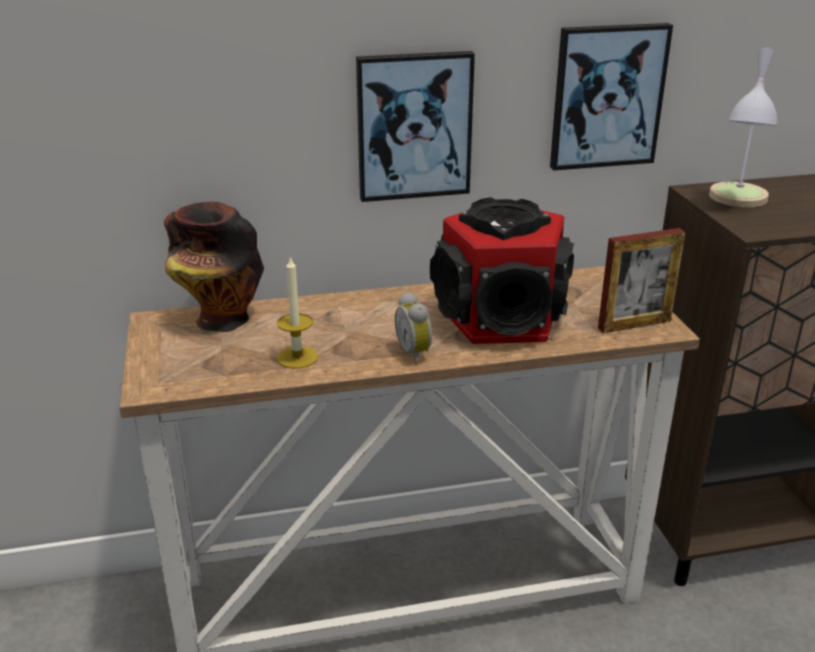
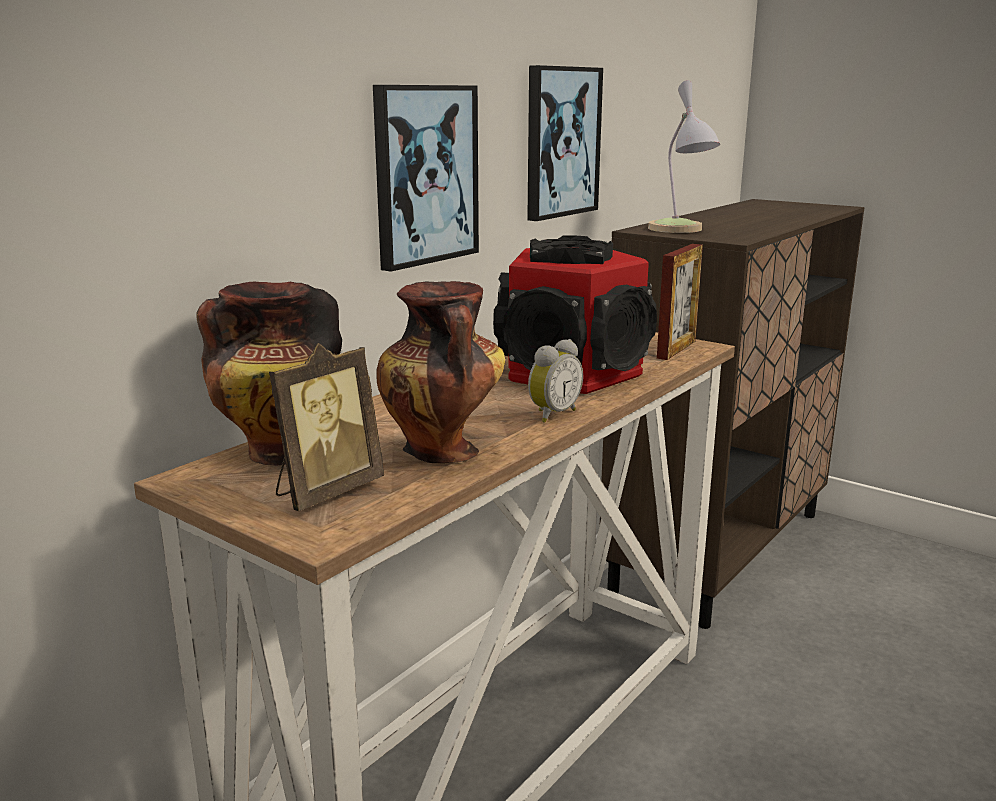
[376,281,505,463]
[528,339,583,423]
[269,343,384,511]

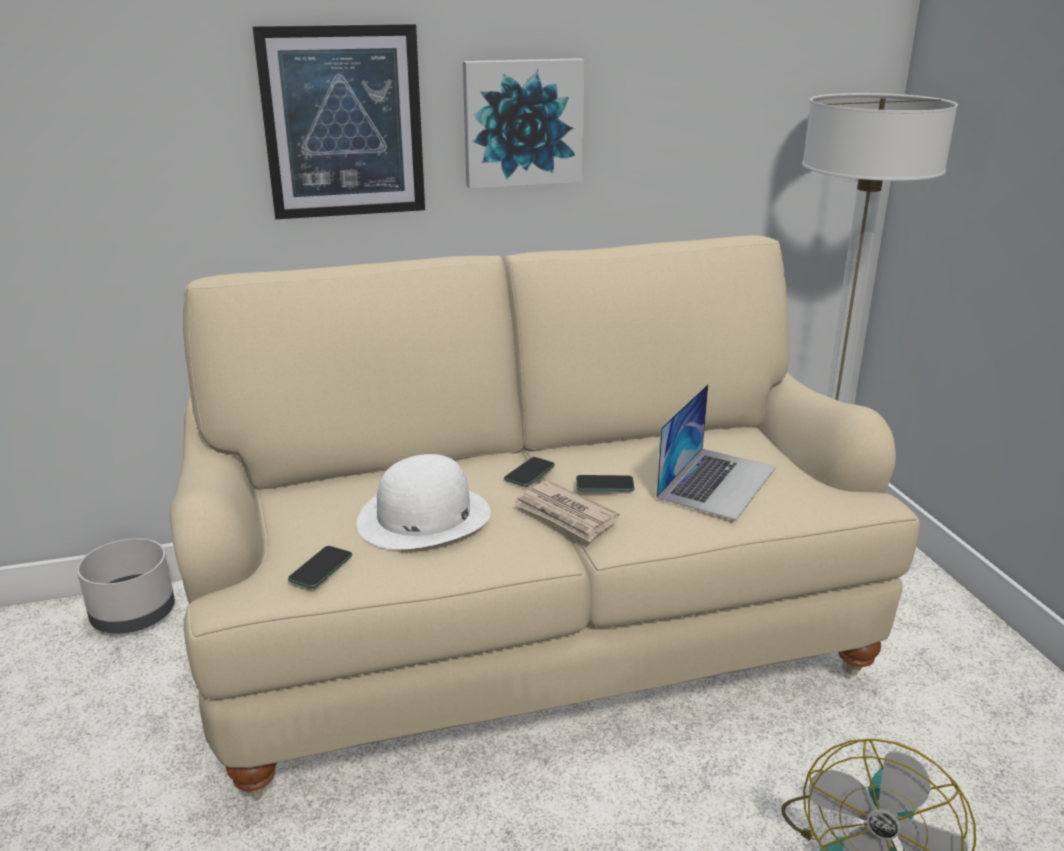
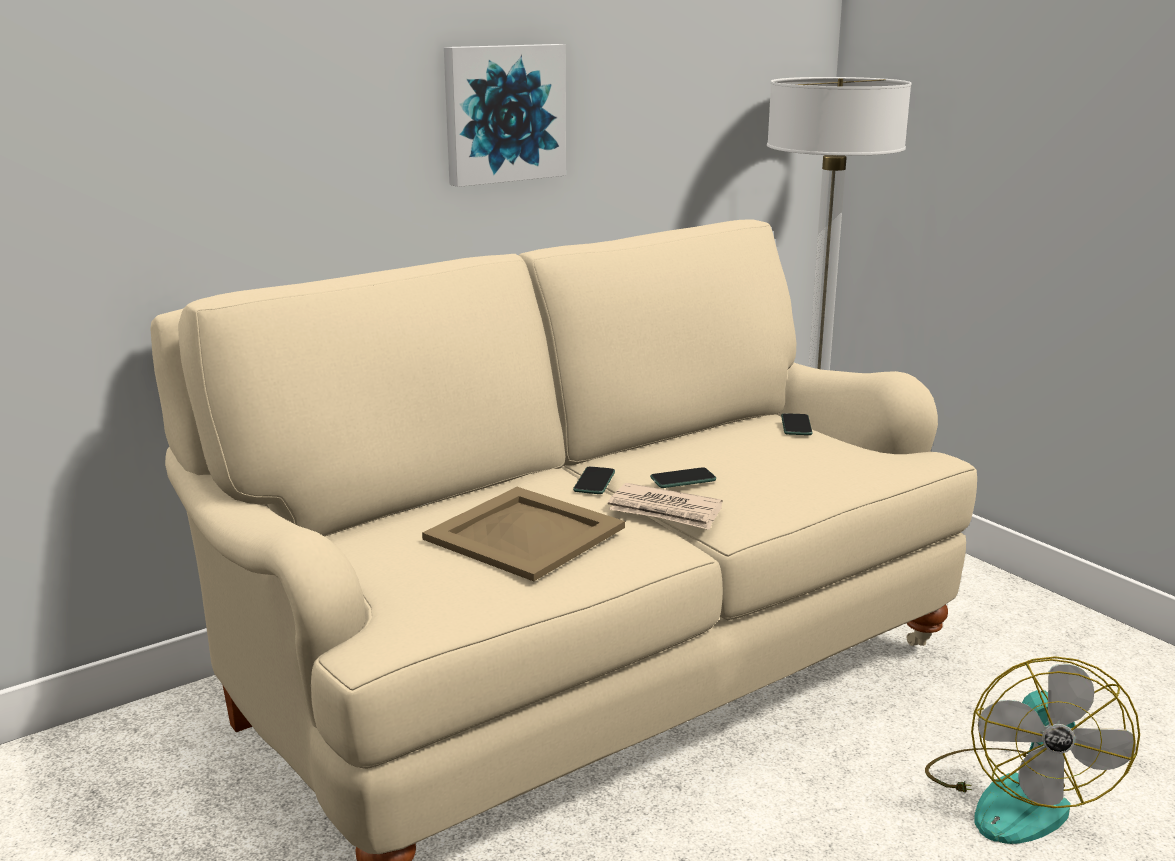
[252,24,425,219] (first image)
[656,384,776,520] (first image)
[422,487,625,581]
[77,538,175,634] (first image)
[781,413,812,435]

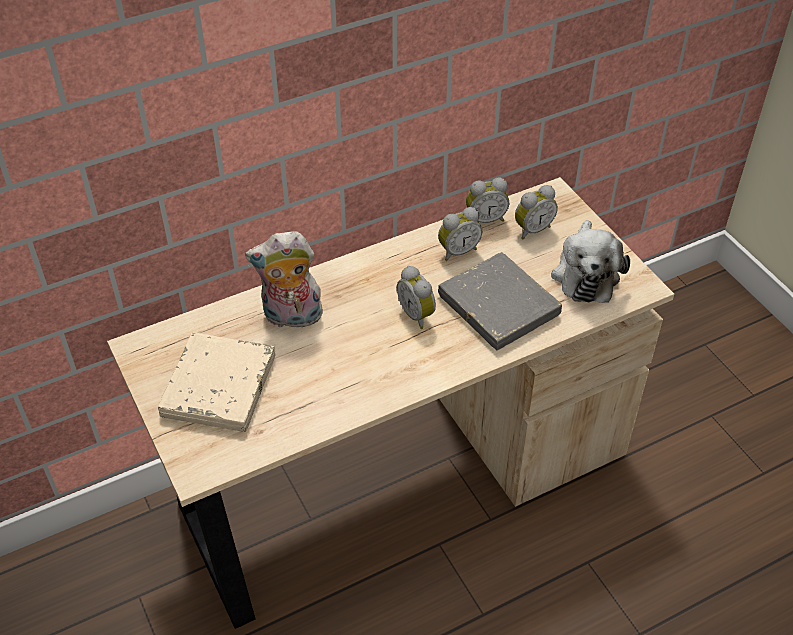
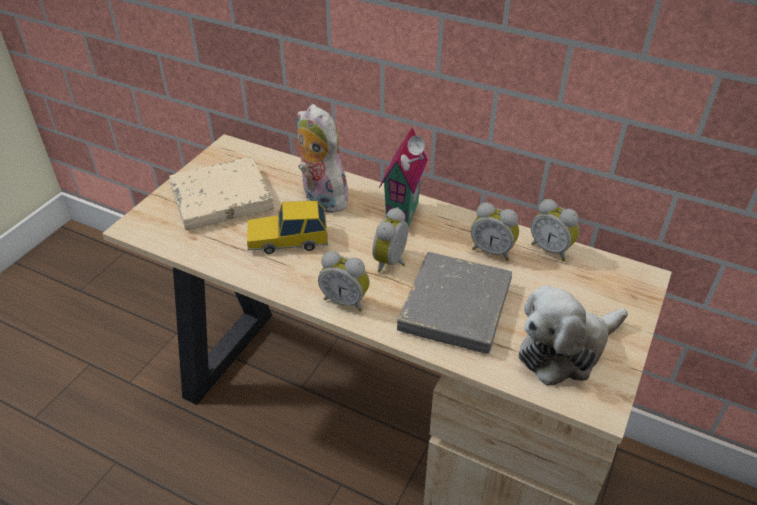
[318,251,370,311]
[379,127,428,227]
[247,201,328,254]

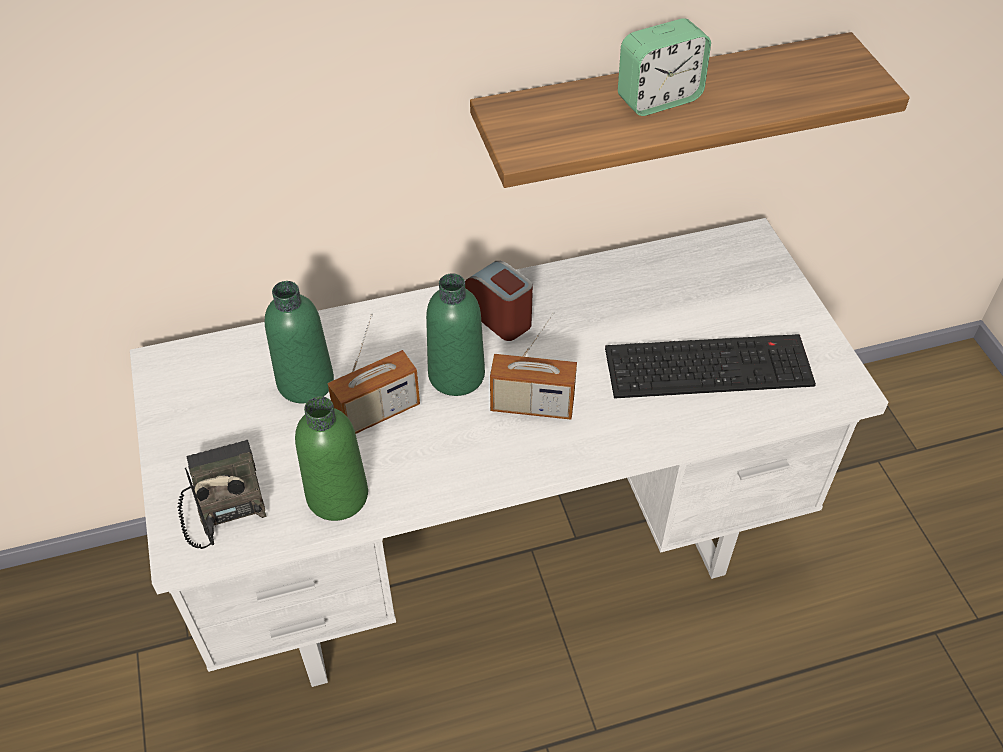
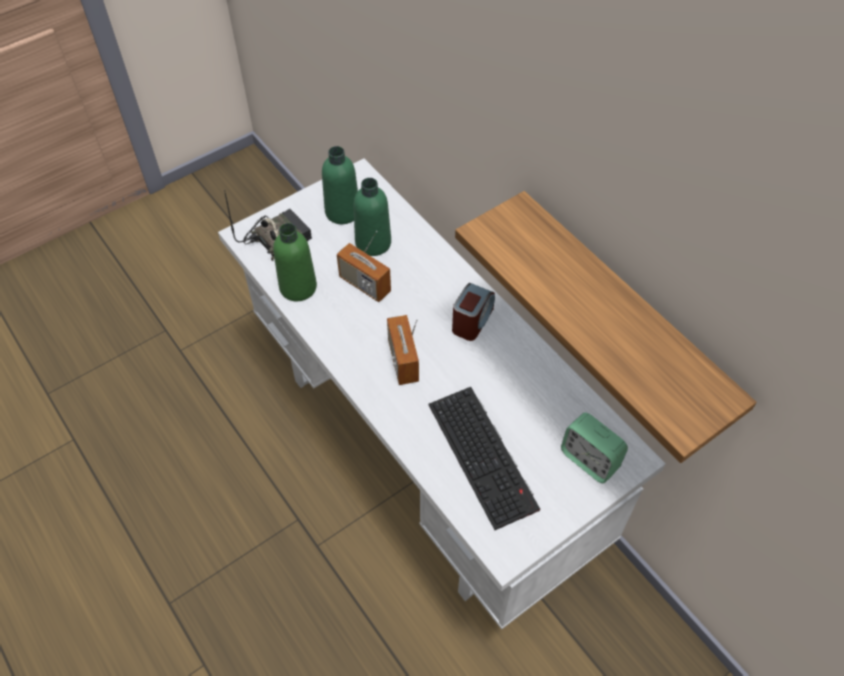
[561,413,628,483]
[322,146,358,224]

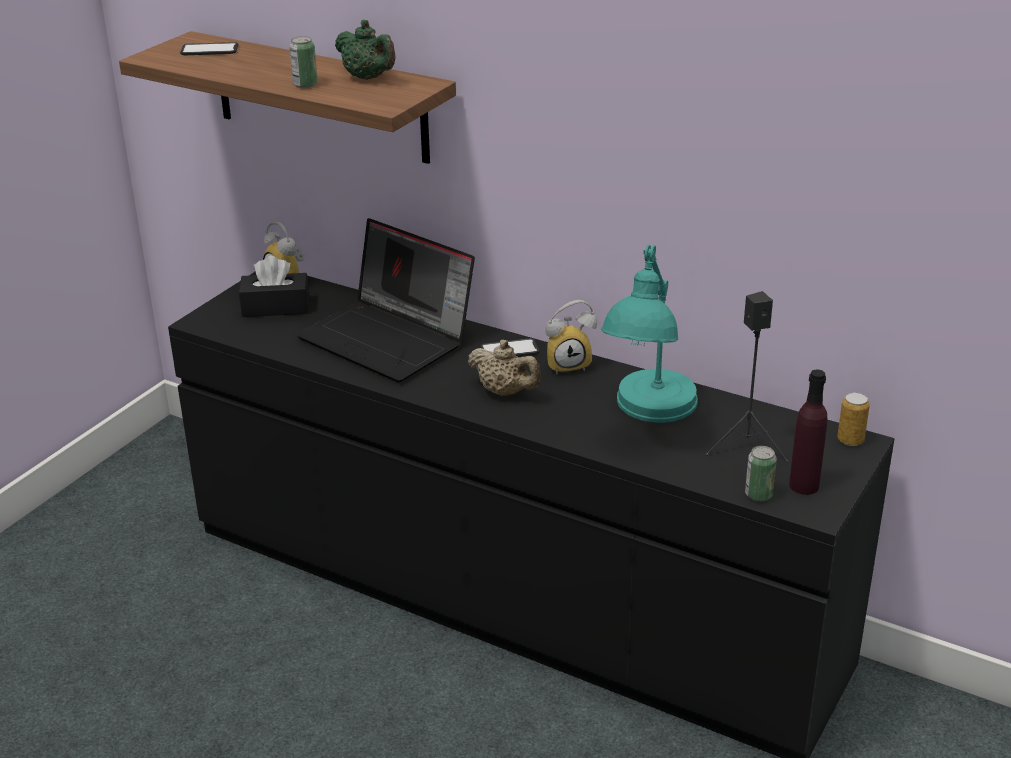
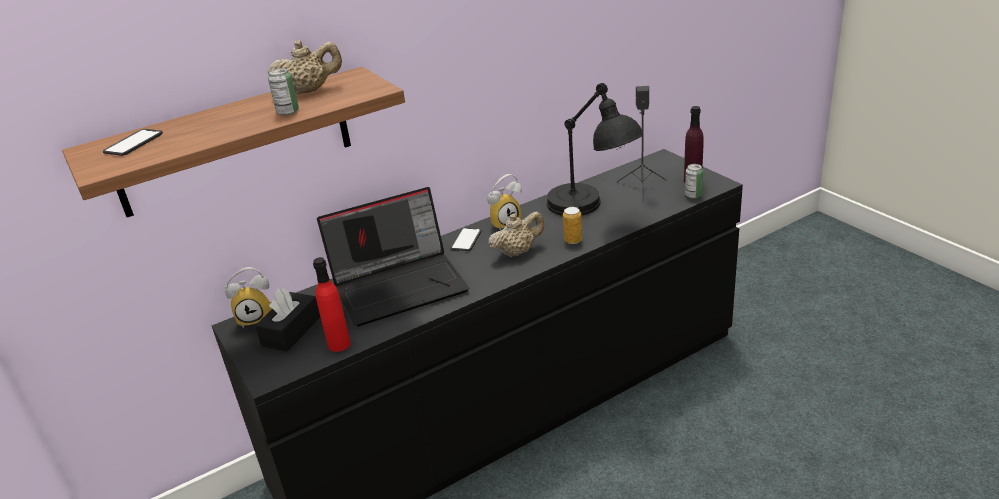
[267,40,342,94]
[547,83,644,216]
[487,174,522,231]
[563,207,582,244]
[313,257,351,352]

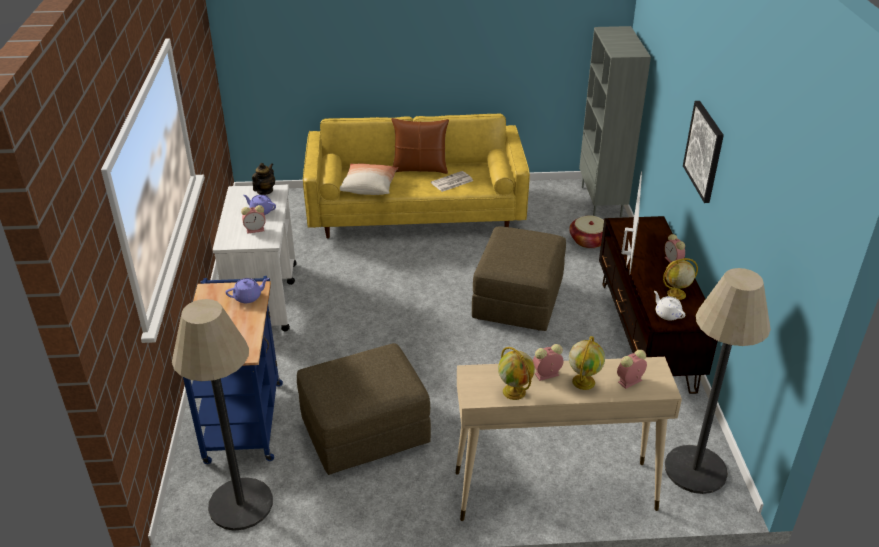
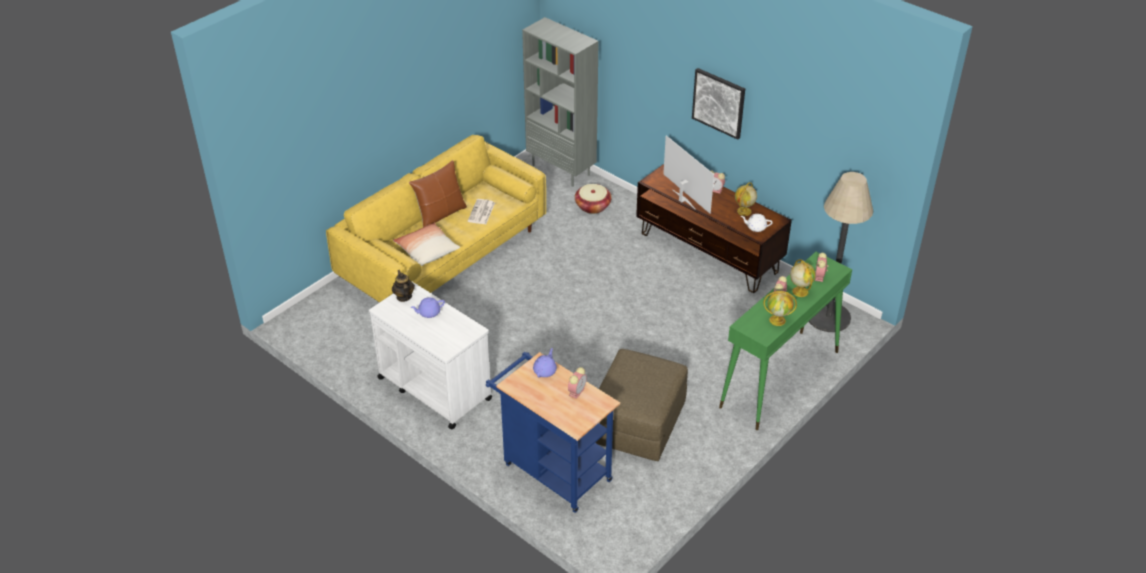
[568,367,587,399]
[472,226,566,331] (first image)
[172,299,273,531] (first image)
[719,252,852,430]

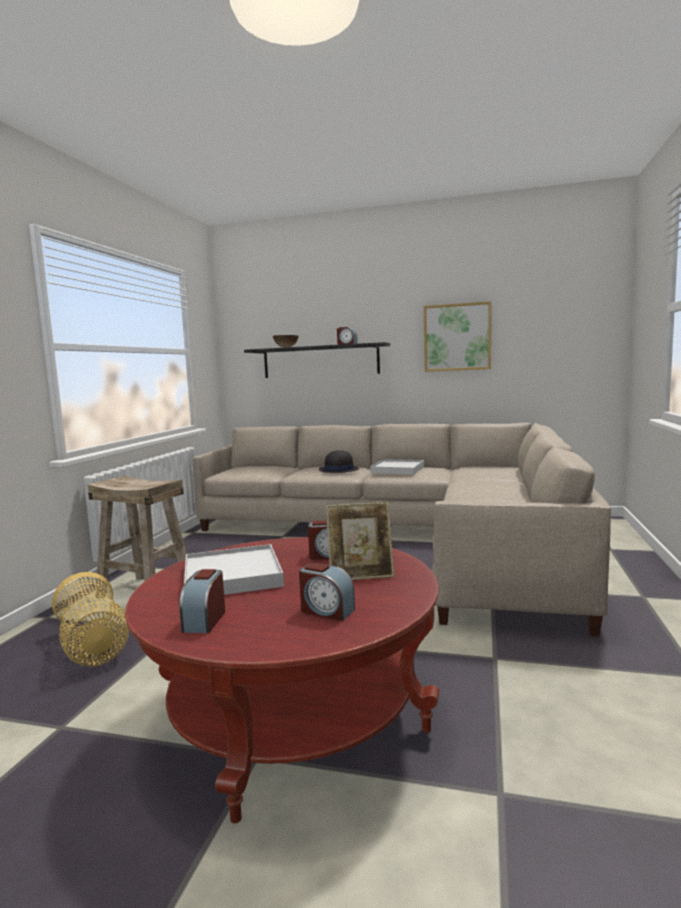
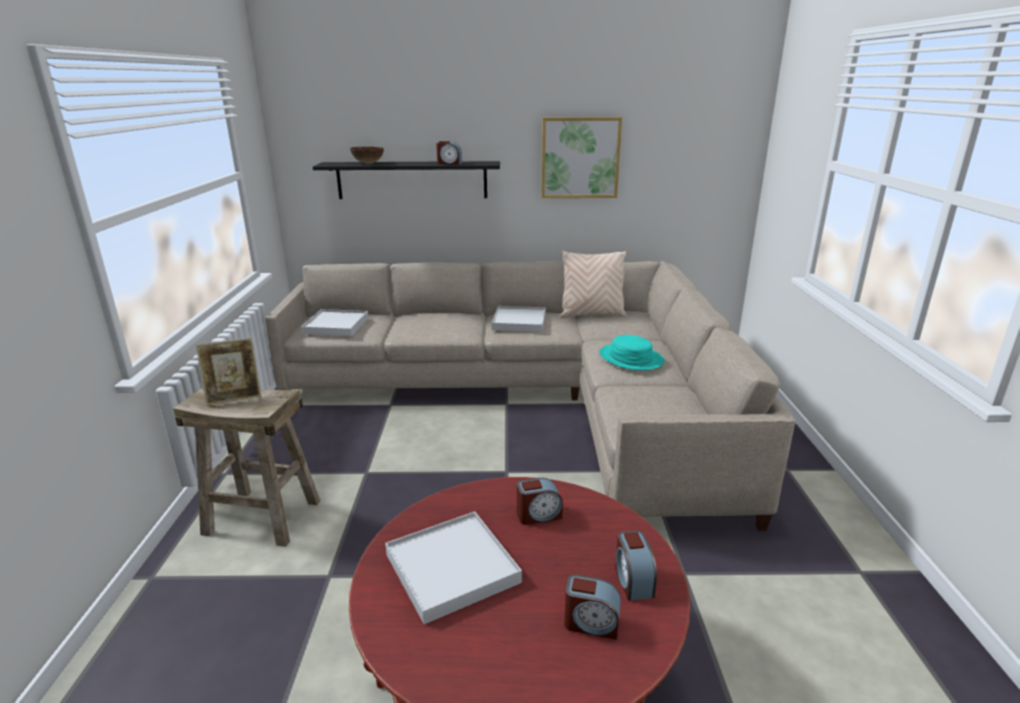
[319,450,359,473] (first image)
[196,338,261,406]
[615,531,657,601]
[52,572,129,667] (first image)
[560,251,627,318]
[301,309,369,336]
[599,335,665,370]

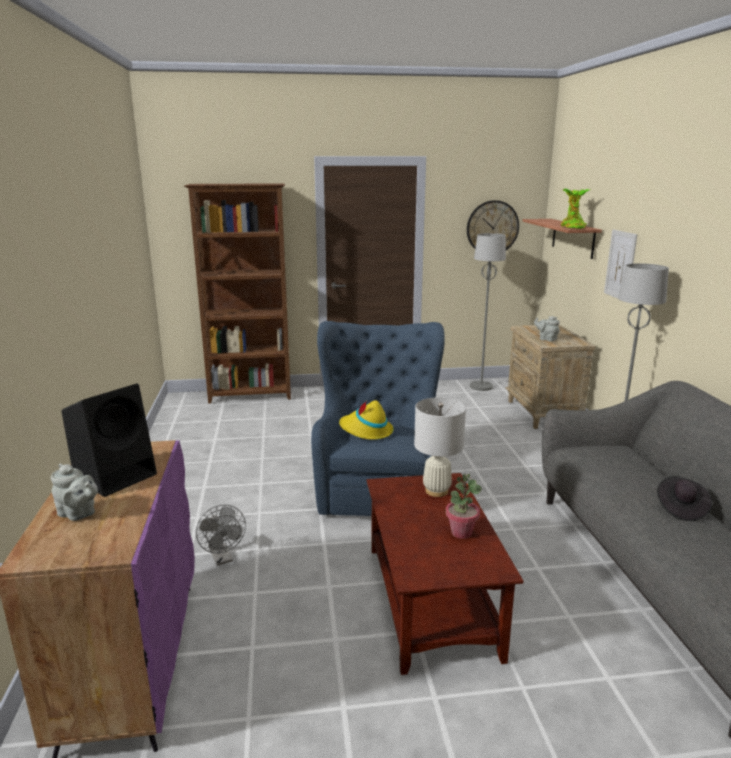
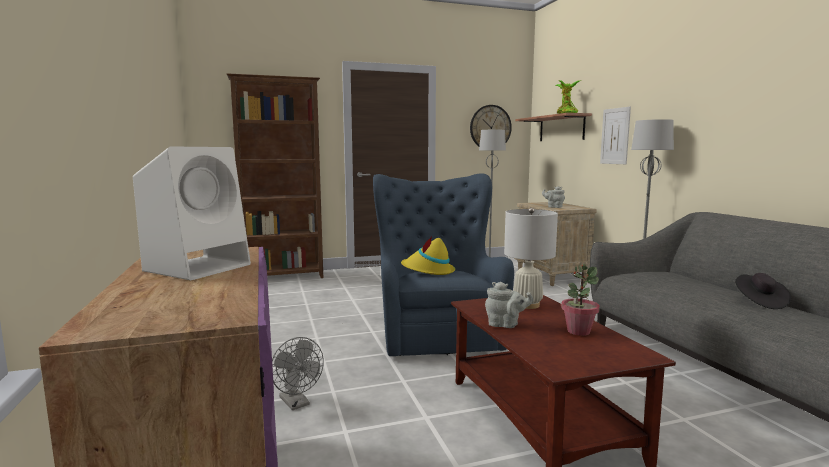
[133,147,251,280]
[485,282,534,328]

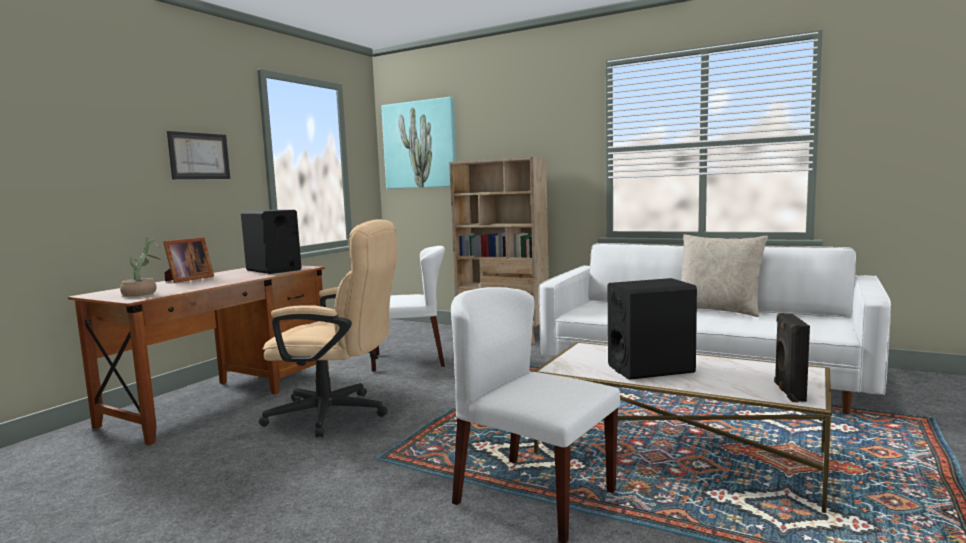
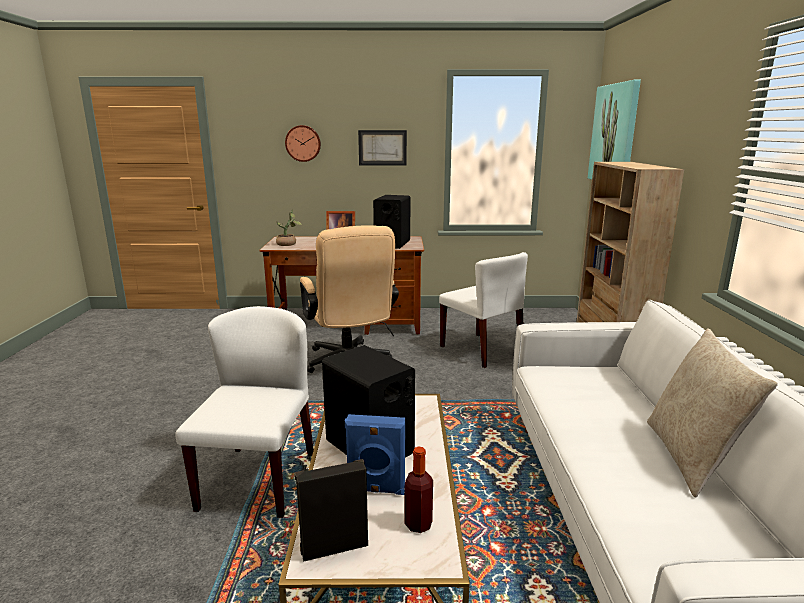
[285,125,321,162]
[345,414,405,495]
[405,446,433,533]

